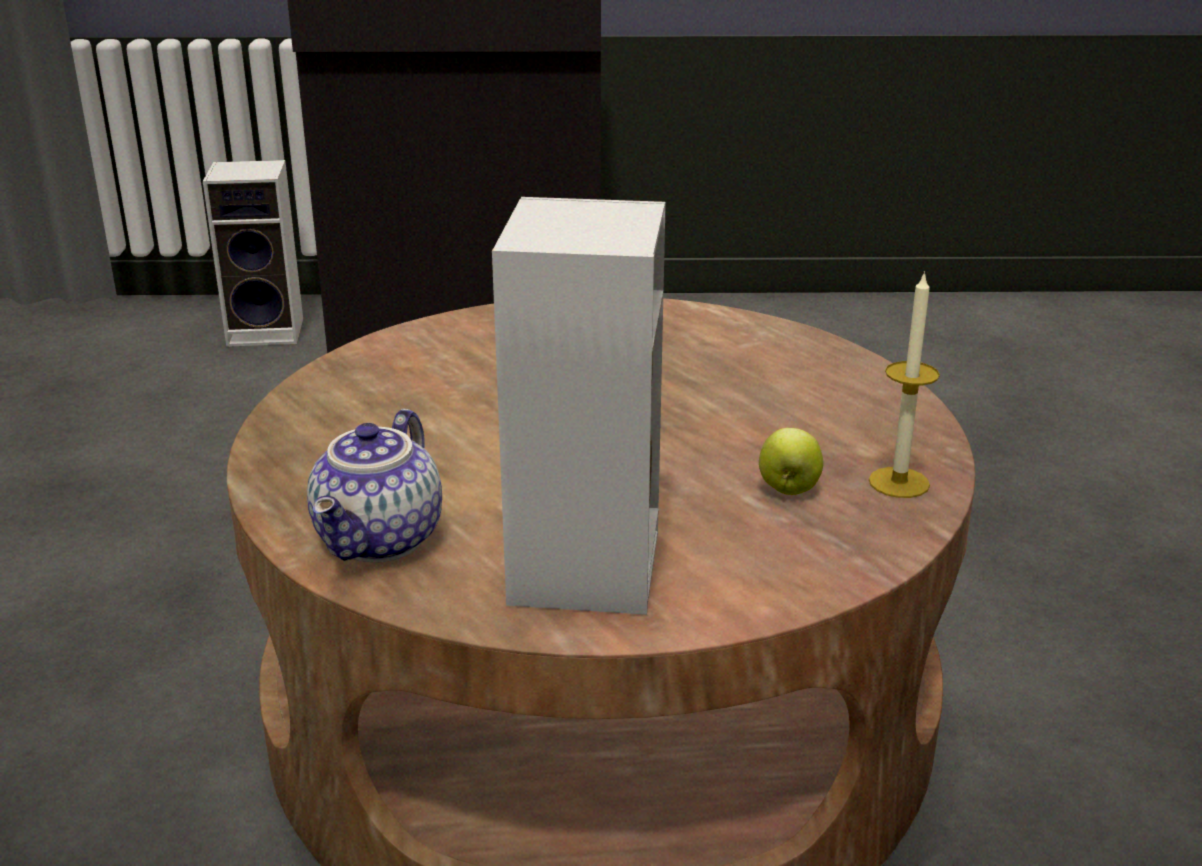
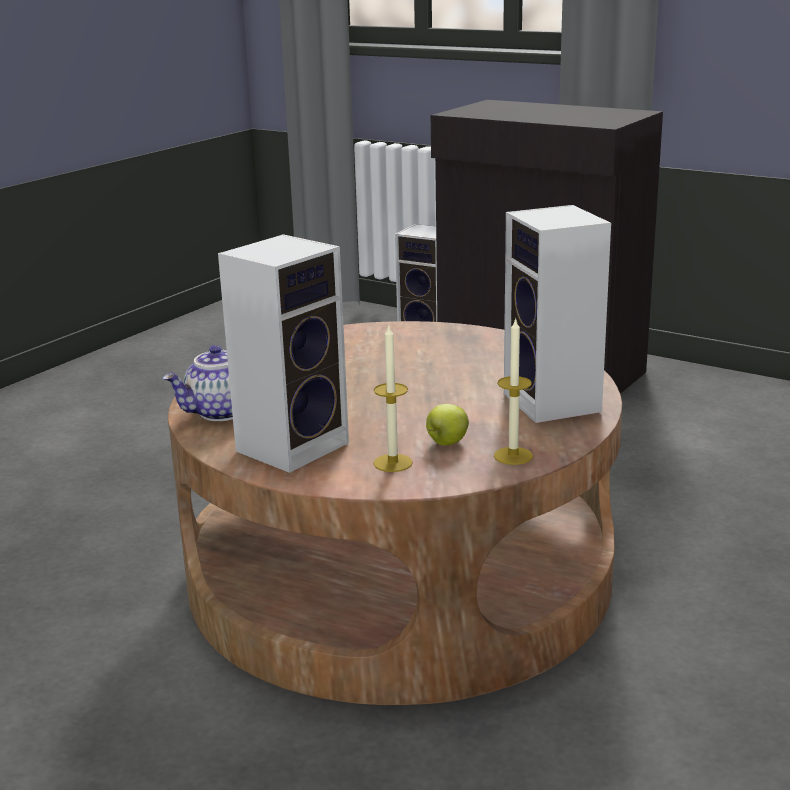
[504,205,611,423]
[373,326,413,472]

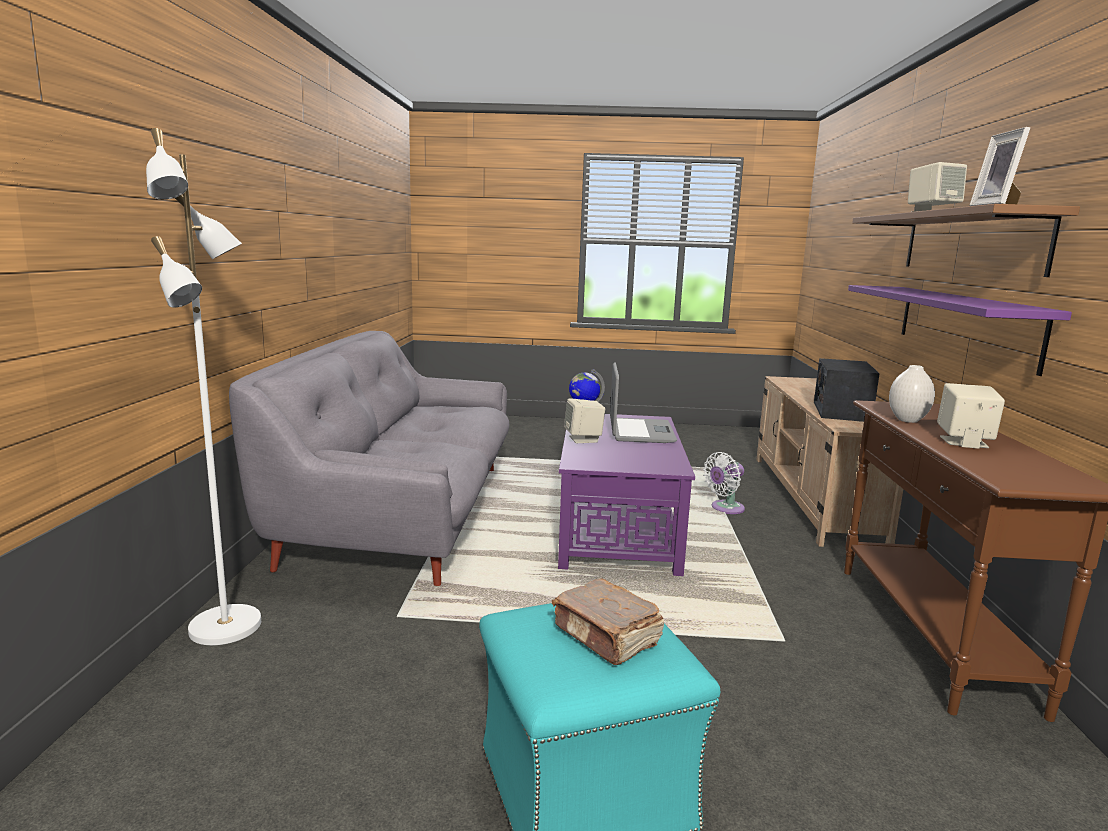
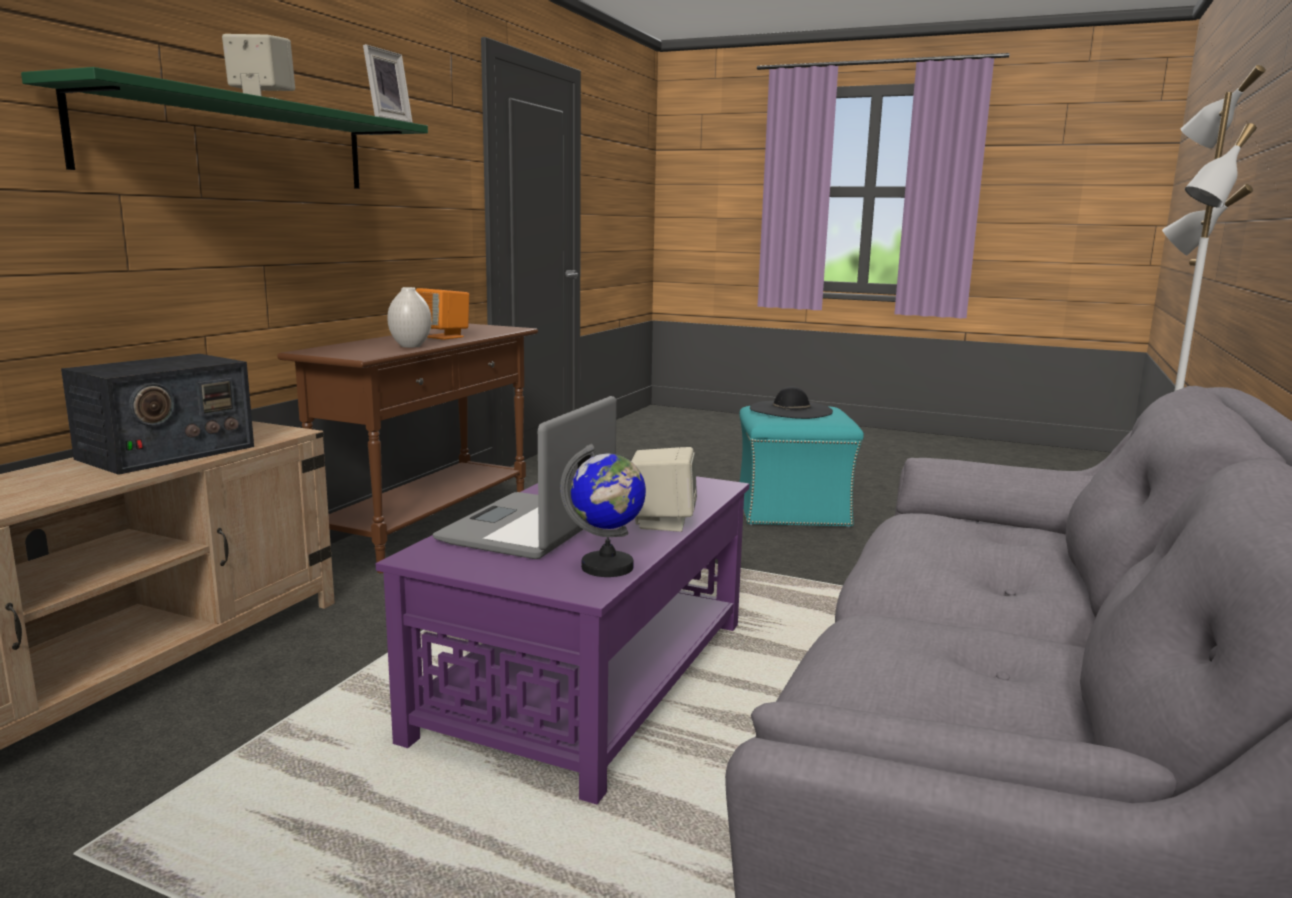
[21,67,428,189]
[848,285,1072,376] (first image)
[416,288,469,340]
[703,452,745,514] (first image)
[750,386,833,419]

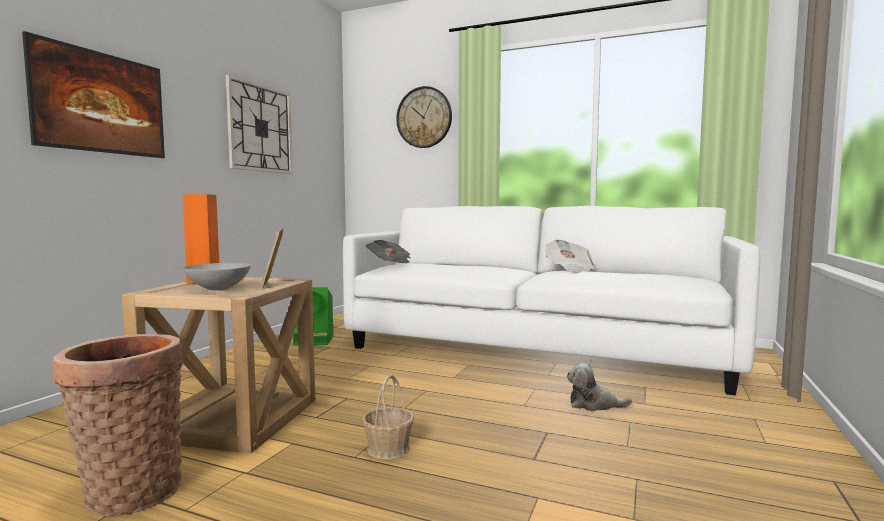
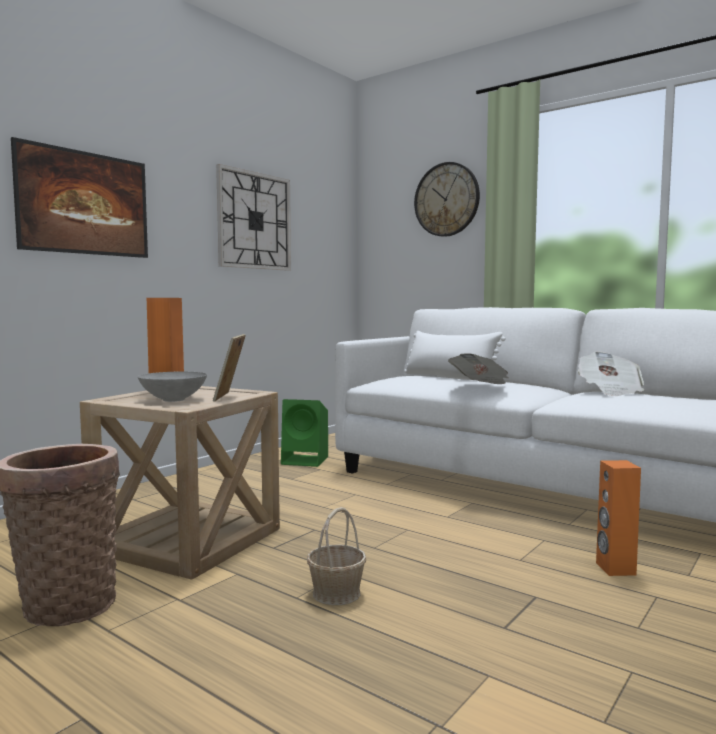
[448,353,509,384]
[596,460,641,576]
[404,331,506,379]

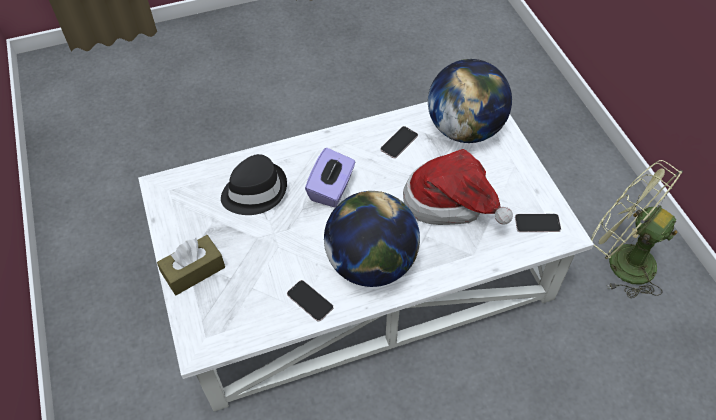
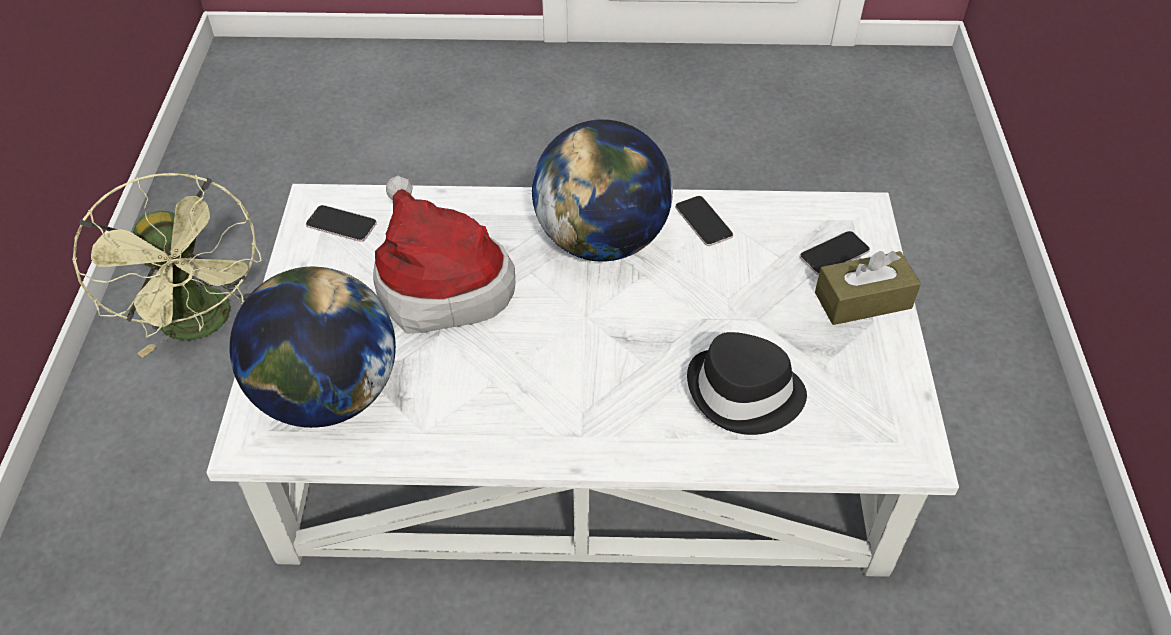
[800,231,870,275]
[305,148,355,208] (first image)

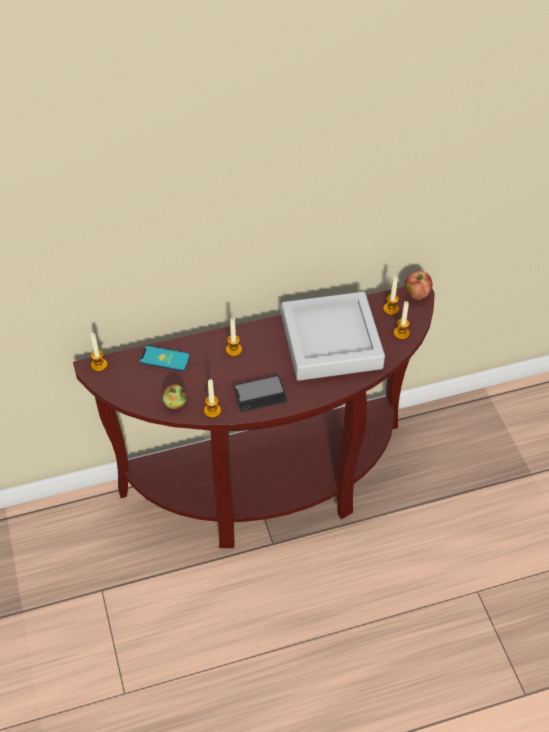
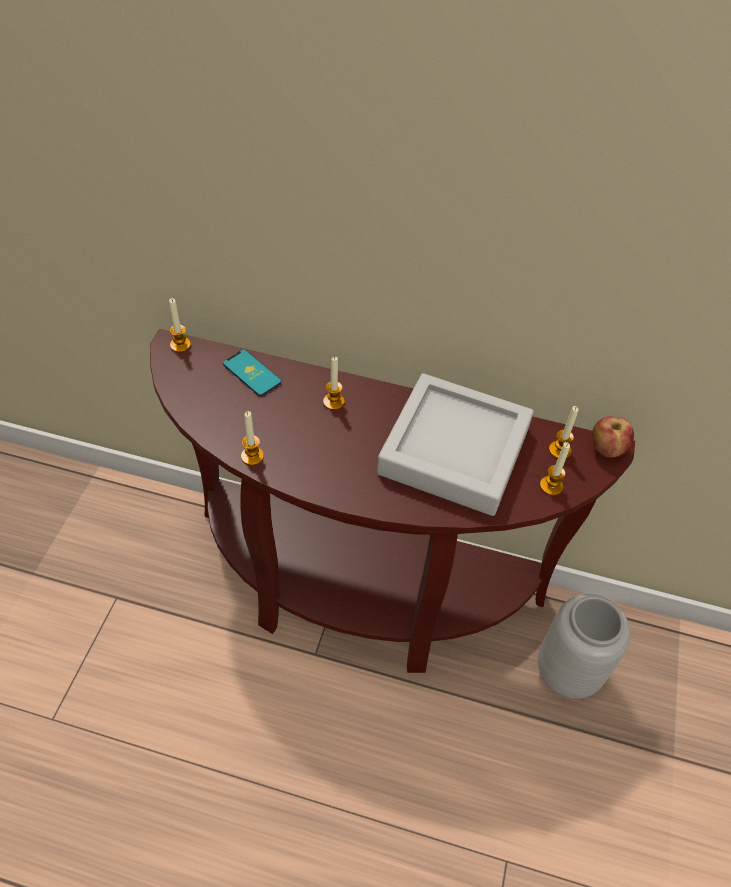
[234,375,287,412] (first image)
[163,384,187,409] (first image)
[538,594,630,699]

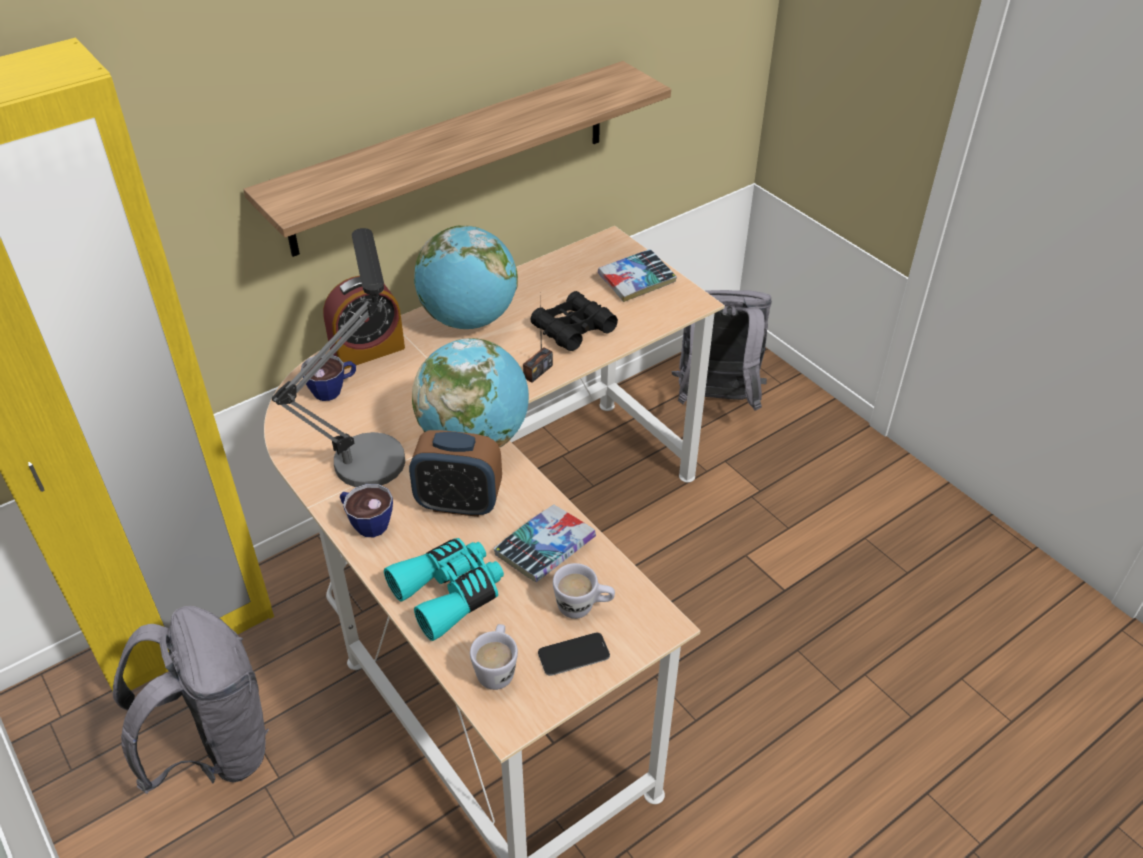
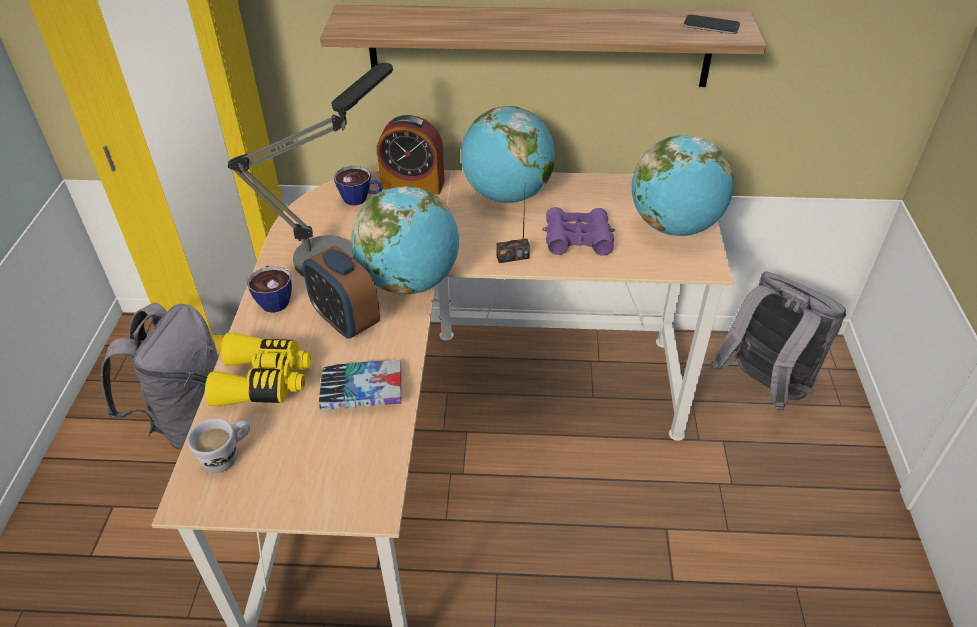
[632,135,733,236]
[543,207,615,256]
[205,333,311,406]
[553,563,615,619] (first image)
[684,15,740,34]

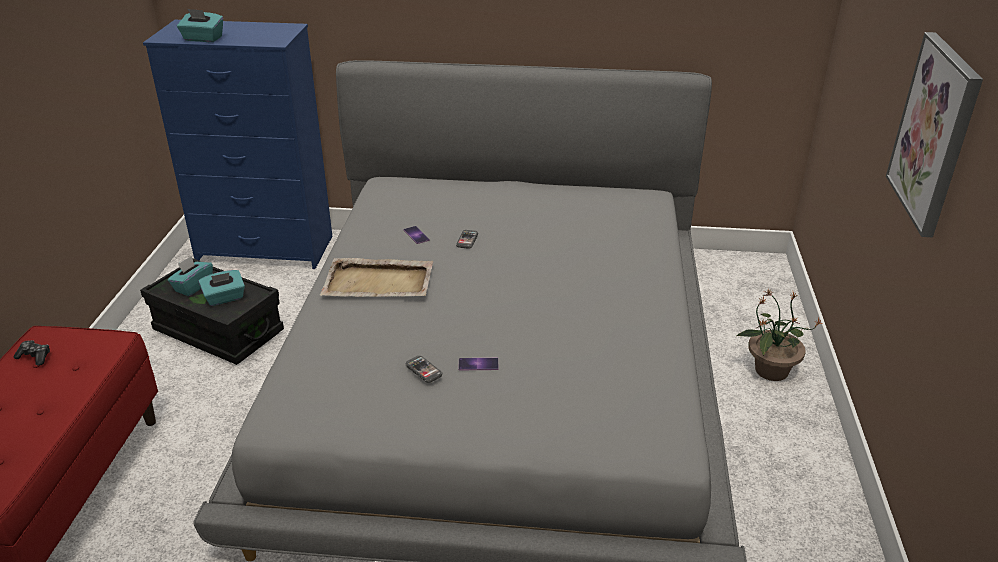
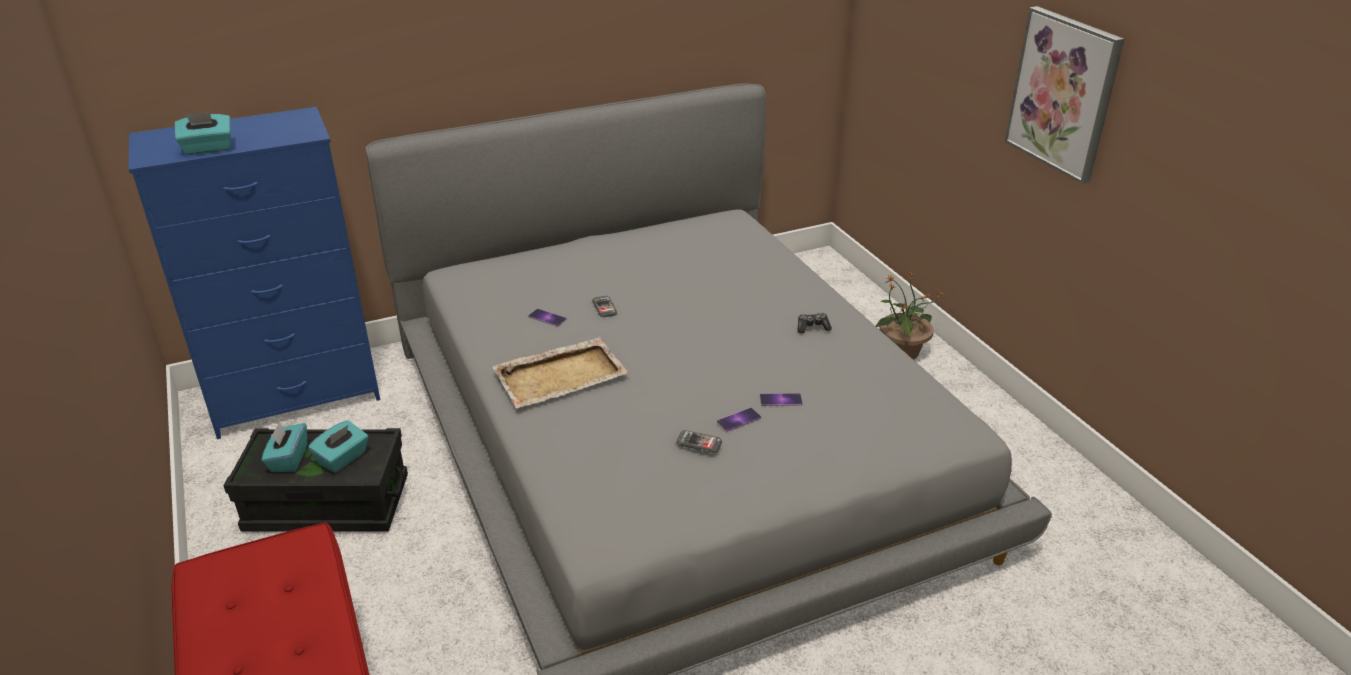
[798,313,832,333]
[760,393,803,406]

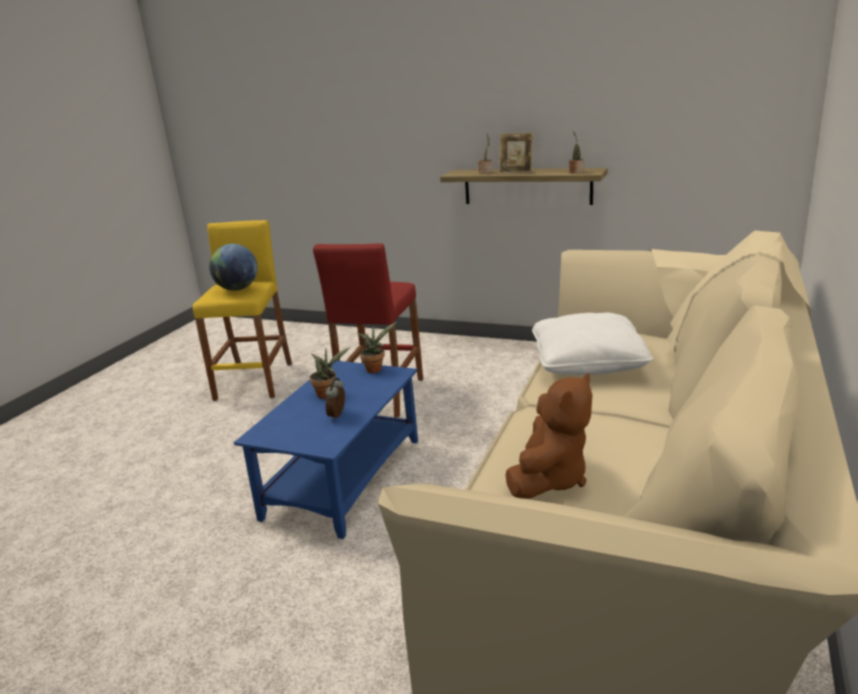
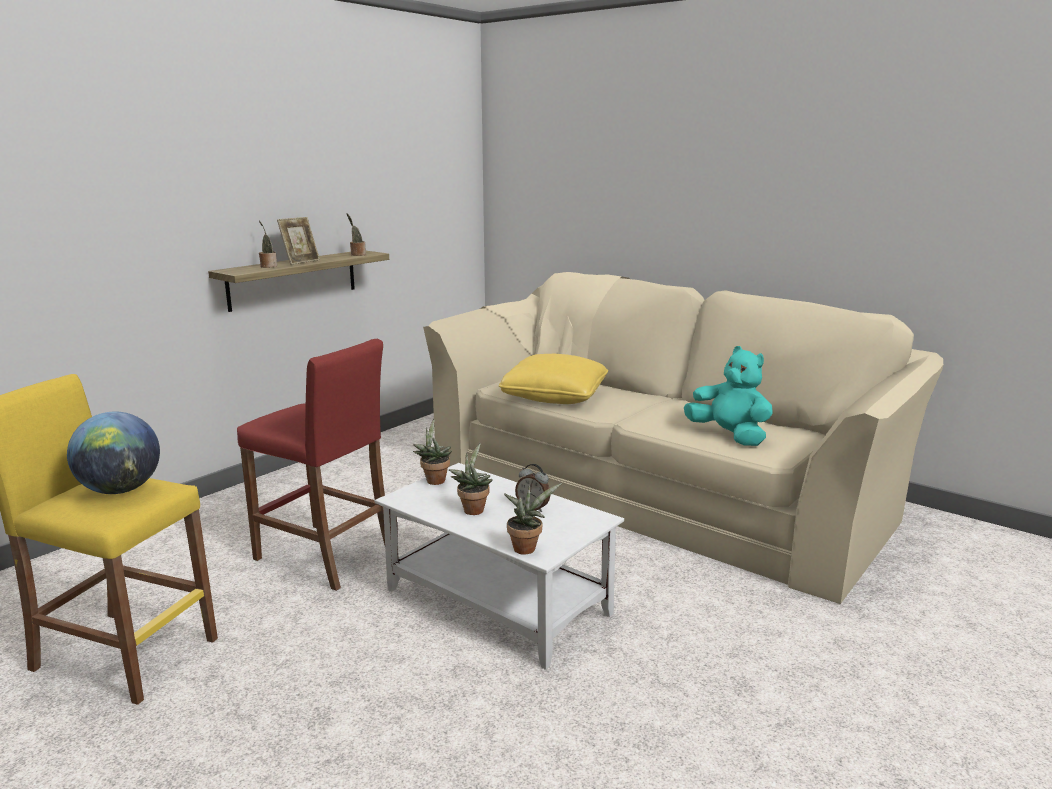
[499,354,608,404]
[375,463,624,670]
[684,346,773,446]
[504,483,562,555]

